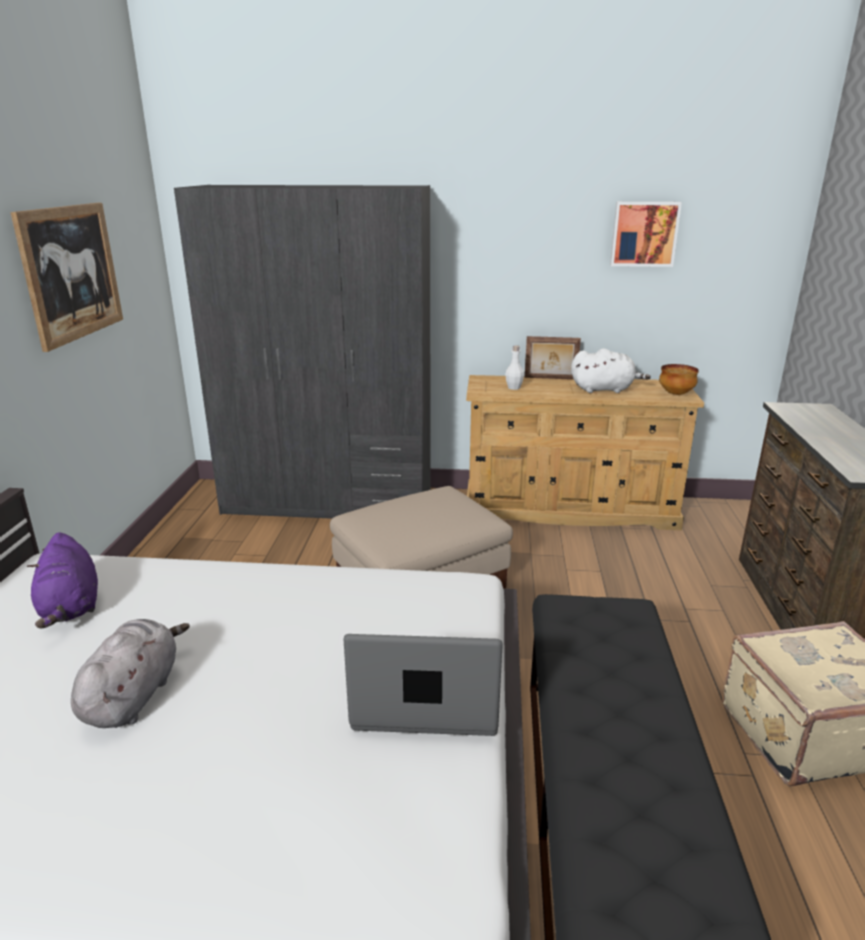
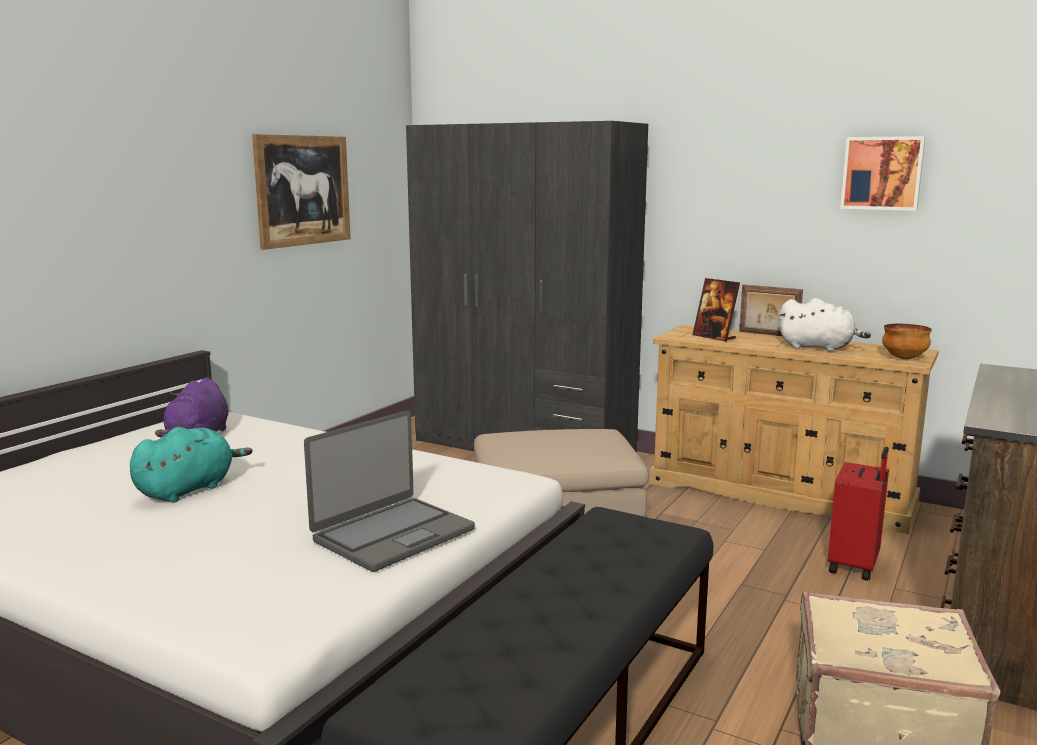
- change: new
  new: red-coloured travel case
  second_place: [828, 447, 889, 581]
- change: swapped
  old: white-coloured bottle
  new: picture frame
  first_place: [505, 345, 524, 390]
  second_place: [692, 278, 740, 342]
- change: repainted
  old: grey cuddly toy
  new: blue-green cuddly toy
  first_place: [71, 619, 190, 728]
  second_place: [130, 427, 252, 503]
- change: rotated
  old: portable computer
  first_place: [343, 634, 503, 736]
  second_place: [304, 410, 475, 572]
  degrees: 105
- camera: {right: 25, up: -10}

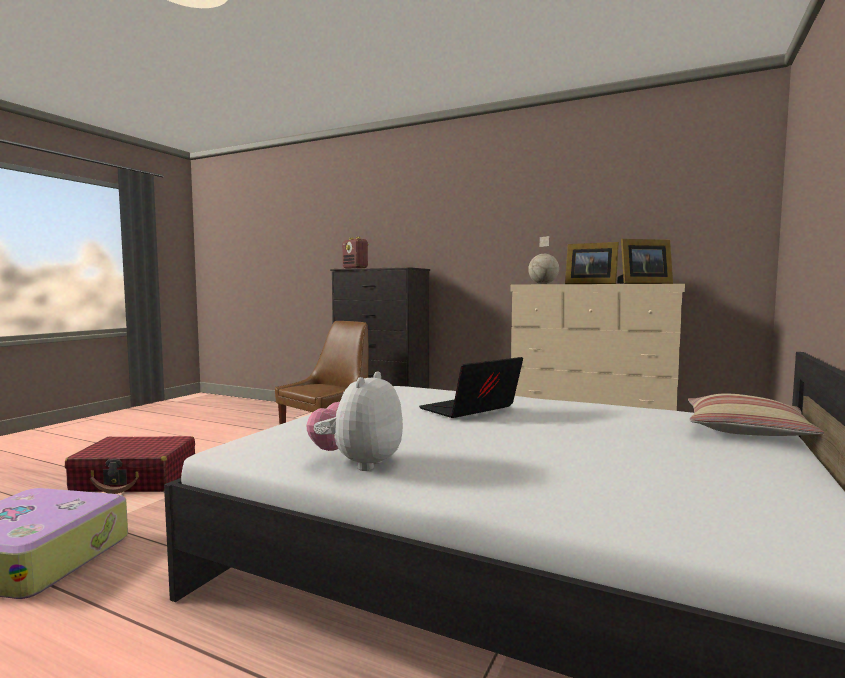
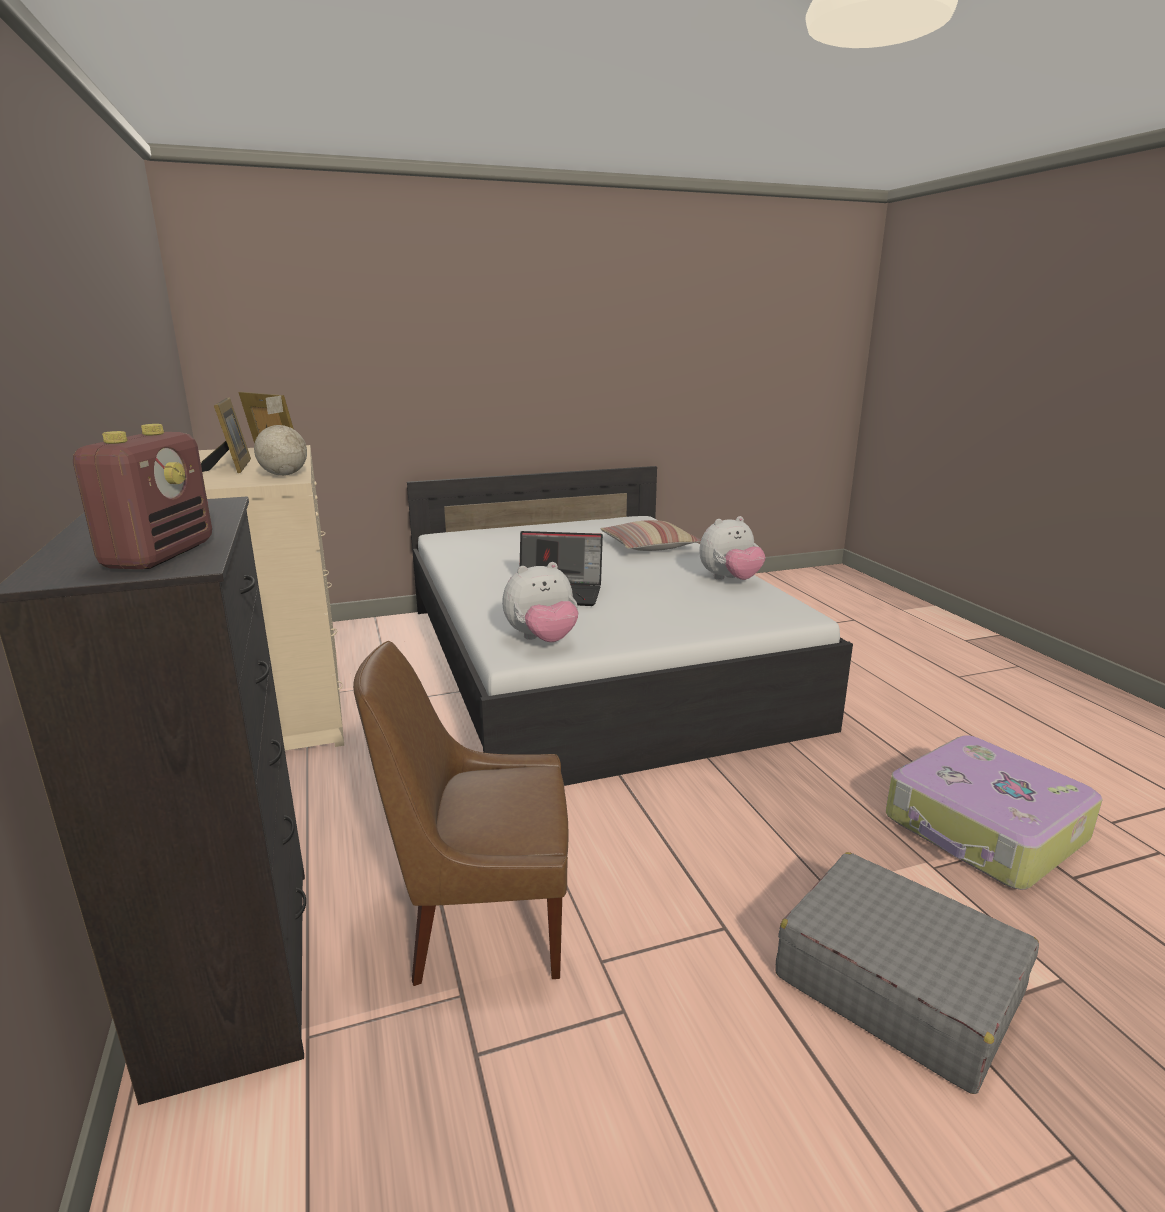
- change: new
  new: cuddly toy
  second_place: [502, 562, 578, 642]
- change: shifted
  old: pillow
  first_place: [688, 394, 824, 436]
  second_place: [600, 520, 701, 551]
- change: repainted
  old: red-coloured travel case
  new: grey travel case
  first_place: [65, 436, 195, 494]
  second_place: [775, 852, 1039, 1094]
- camera: {right: -135, up: 15}

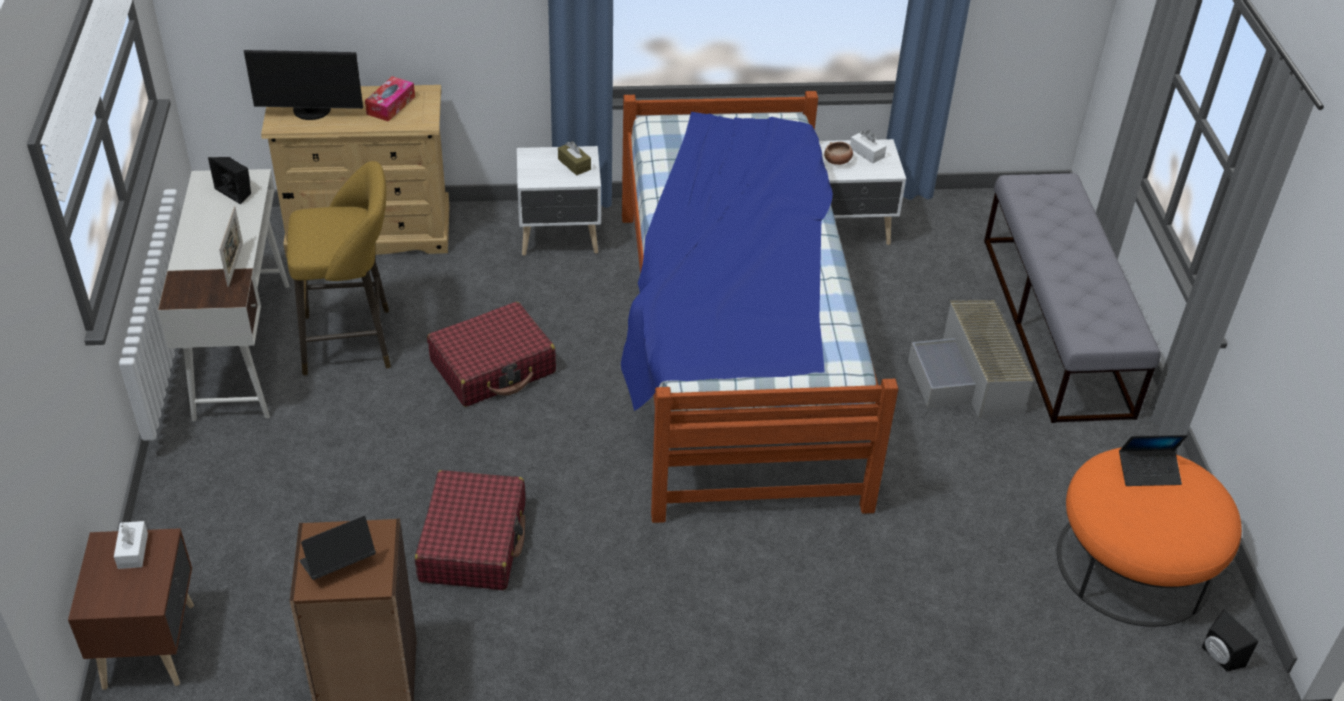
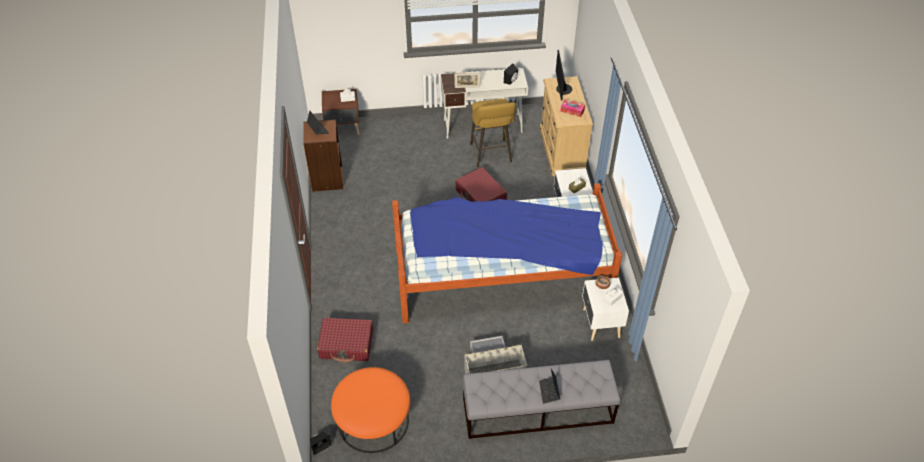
- change: shifted
  old: red-coloured travel case
  first_place: [415, 470, 525, 590]
  second_place: [317, 318, 373, 363]
- change: shifted
  old: portable computer
  first_place: [1119, 435, 1188, 486]
  second_place: [539, 369, 560, 404]
- camera: {right: 90, up: 5}

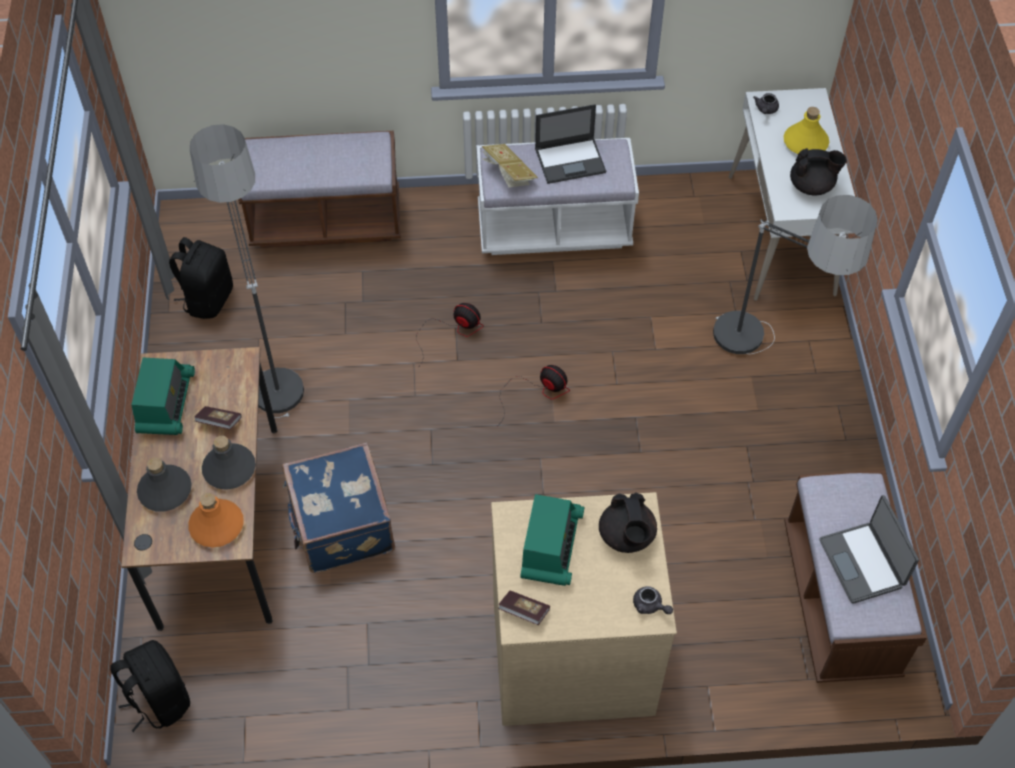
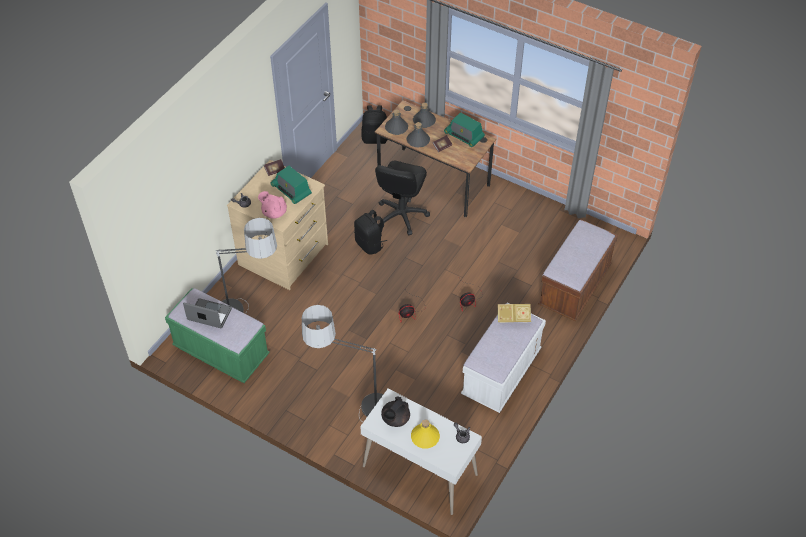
- change: gone
  old: portable computer
  first_place: [535, 104, 606, 184]
- change: shifted
  old: black knapsack
  first_place: [169, 237, 233, 319]
  second_place: [354, 210, 387, 254]
- change: shifted
  old: standing lamp
  first_place: [190, 124, 304, 418]
  second_place: [215, 218, 277, 314]
- change: swapped
  old: blue travel case
  new: black computer chair
  first_place: [282, 442, 395, 573]
  second_place: [375, 161, 430, 235]
- change: repainted
  old: orangey bottle
  new: grey bottle
  first_place: [188, 493, 244, 548]
  second_place: [385, 110, 408, 135]
- change: repainted
  old: black teapot
  new: pink-coloured teapot
  first_place: [599, 492, 657, 553]
  second_place: [258, 191, 287, 219]
- change: repainted
  old: brown indoor bench
  new: green indoor bench
  first_place: [784, 470, 927, 683]
  second_place: [165, 288, 270, 383]
- camera: {right: 125, up: -5}

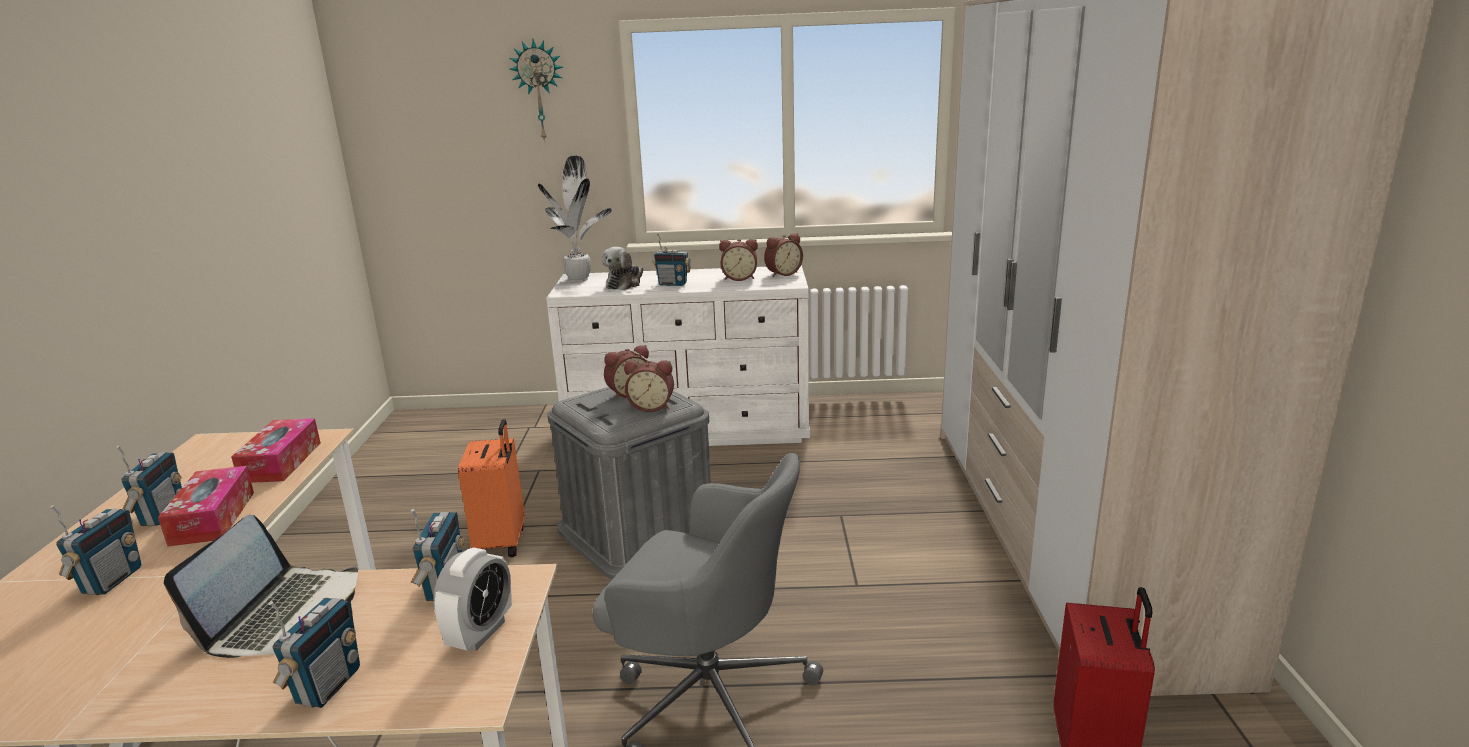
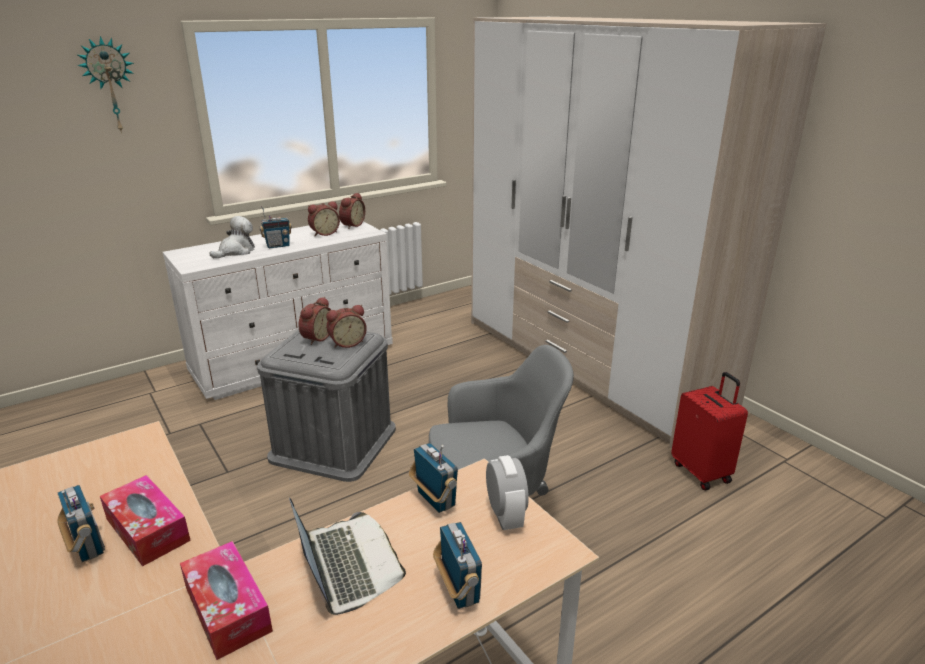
- change: gone
  old: radio set
  first_place: [50, 505, 141, 595]
- change: gone
  old: orangey travel case
  first_place: [458, 419, 525, 557]
- change: gone
  old: houseplant
  first_place: [538, 155, 612, 282]
- change: shifted
  old: tissue holder
  first_place: [231, 418, 321, 483]
  second_place: [180, 541, 273, 660]
- change: rotated
  old: cuddly toy
  first_place: [602, 247, 643, 290]
  second_place: [210, 216, 255, 258]
  degrees: -135
- camera: {right: -35, up: 5}

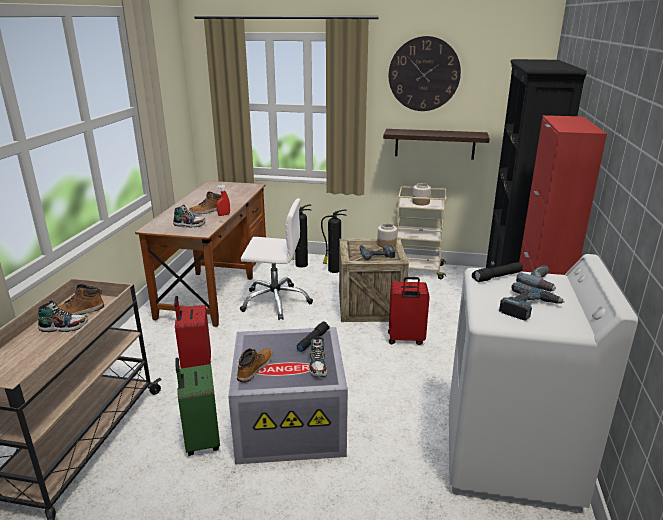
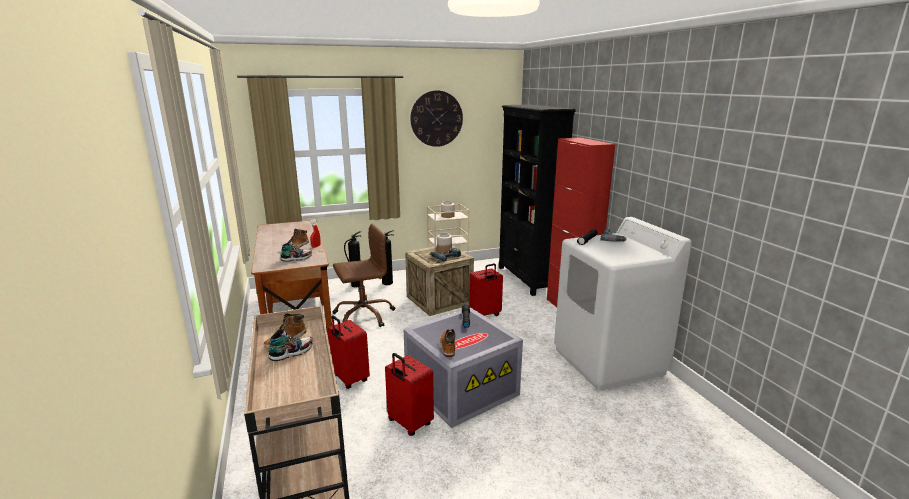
- change: gone
  old: item of footwear
  first_place: [309, 337, 327, 377]
- change: gone
  old: wall shelf
  first_place: [383, 129, 490, 160]
- change: gone
  old: electric drill
  first_place: [499, 283, 565, 320]
- change: repainted
  old: green travel case
  new: red-coloured travel case
  first_place: [176, 357, 220, 456]
  second_place: [385, 353, 434, 436]
- change: repainted
  old: white-coloured computer chair
  new: brown computer chair
  first_place: [240, 198, 313, 320]
  second_place: [332, 224, 395, 327]
- camera: {right: -30, up: -5}

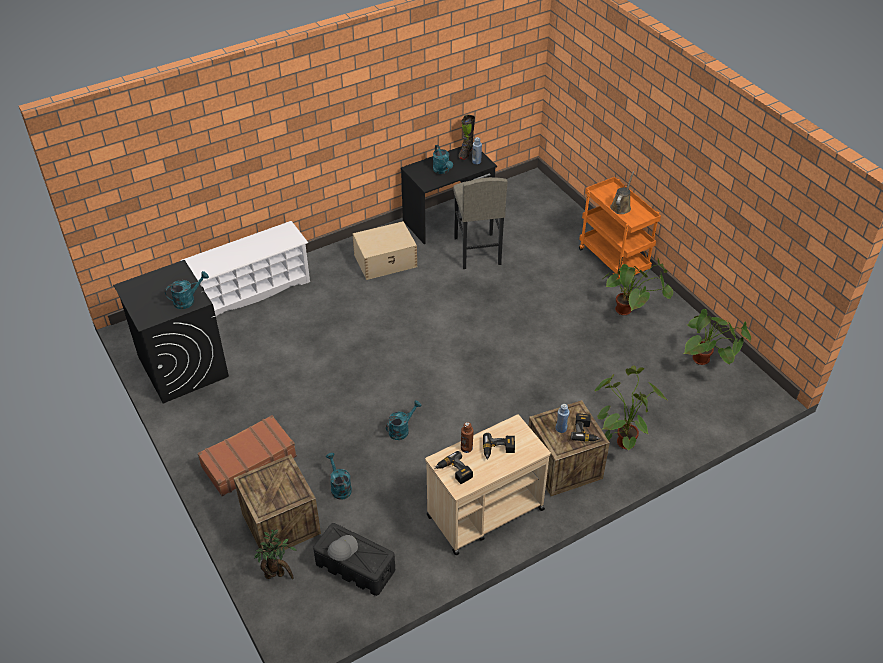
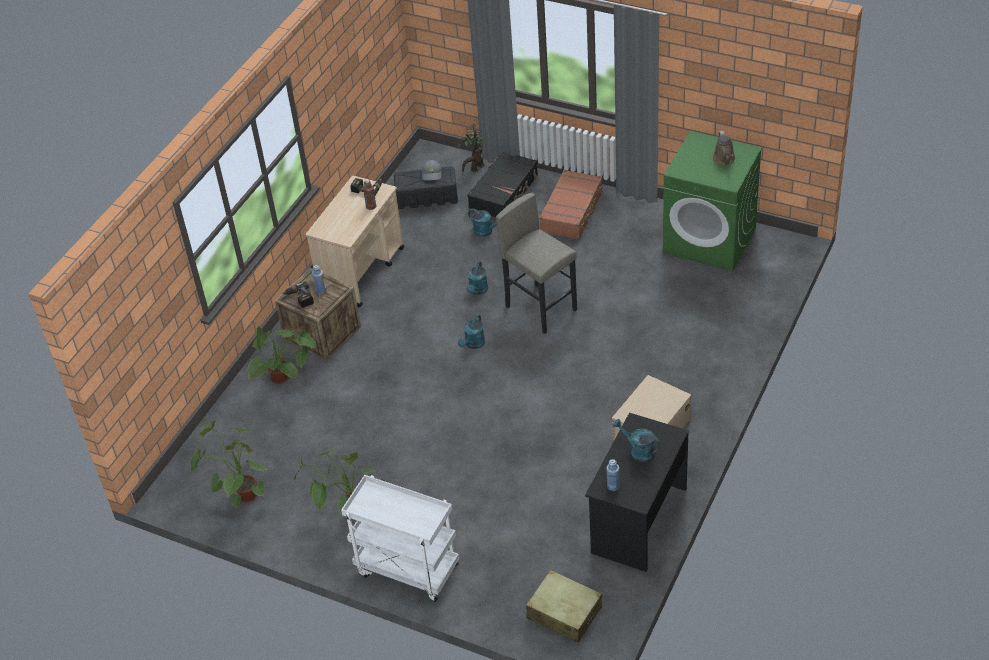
- change: gone
  old: white-coloured shoe rack
  first_place: [180, 221, 310, 317]
- change: gone
  old: black boot
  first_place: [459, 115, 475, 160]
- change: gone
  old: electric drill
  first_place: [483, 433, 515, 460]
- change: new
  new: beige-coloured travel case
  second_place: [526, 570, 602, 643]
- change: shifted
  old: blue-green watering can
  first_place: [165, 271, 209, 309]
  second_place: [458, 315, 485, 349]
- change: shifted
  old: grey stool
  first_place: [453, 177, 508, 269]
  second_place: [496, 193, 577, 334]
- change: shifted
  old: brown watering can
  first_place: [610, 171, 634, 214]
  second_place: [713, 131, 736, 166]
- change: swapped
  old: shipping crate
  new: black travel case
  first_place: [234, 454, 321, 557]
  second_place: [467, 152, 538, 217]
- change: repainted
  old: black laundry appliance
  new: green laundry appliance
  first_place: [113, 260, 229, 403]
  second_place: [663, 131, 762, 271]
- change: repainted
  old: orangey trolley
  new: white-coloured trolley
  first_place: [579, 177, 661, 279]
  second_place: [341, 475, 459, 602]
- camera: {right: 150, up: 0}

